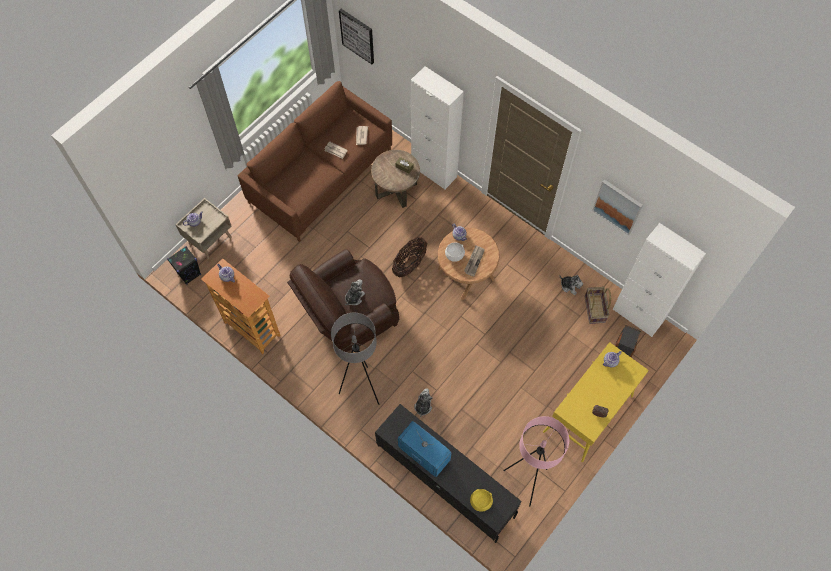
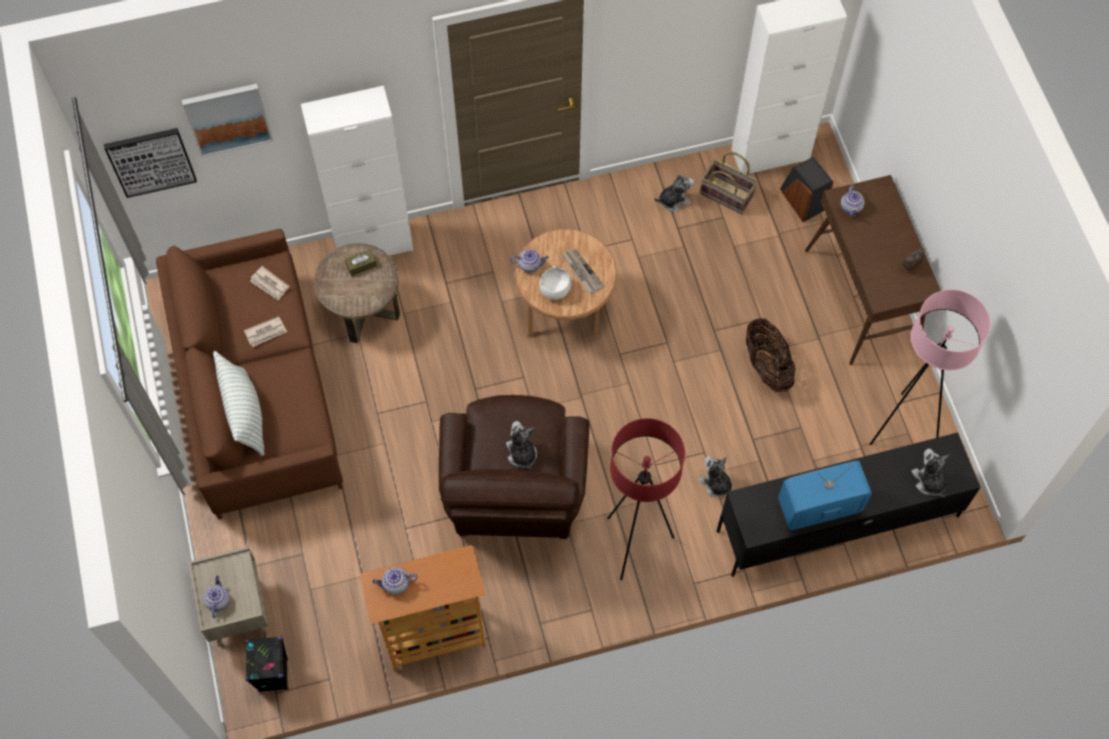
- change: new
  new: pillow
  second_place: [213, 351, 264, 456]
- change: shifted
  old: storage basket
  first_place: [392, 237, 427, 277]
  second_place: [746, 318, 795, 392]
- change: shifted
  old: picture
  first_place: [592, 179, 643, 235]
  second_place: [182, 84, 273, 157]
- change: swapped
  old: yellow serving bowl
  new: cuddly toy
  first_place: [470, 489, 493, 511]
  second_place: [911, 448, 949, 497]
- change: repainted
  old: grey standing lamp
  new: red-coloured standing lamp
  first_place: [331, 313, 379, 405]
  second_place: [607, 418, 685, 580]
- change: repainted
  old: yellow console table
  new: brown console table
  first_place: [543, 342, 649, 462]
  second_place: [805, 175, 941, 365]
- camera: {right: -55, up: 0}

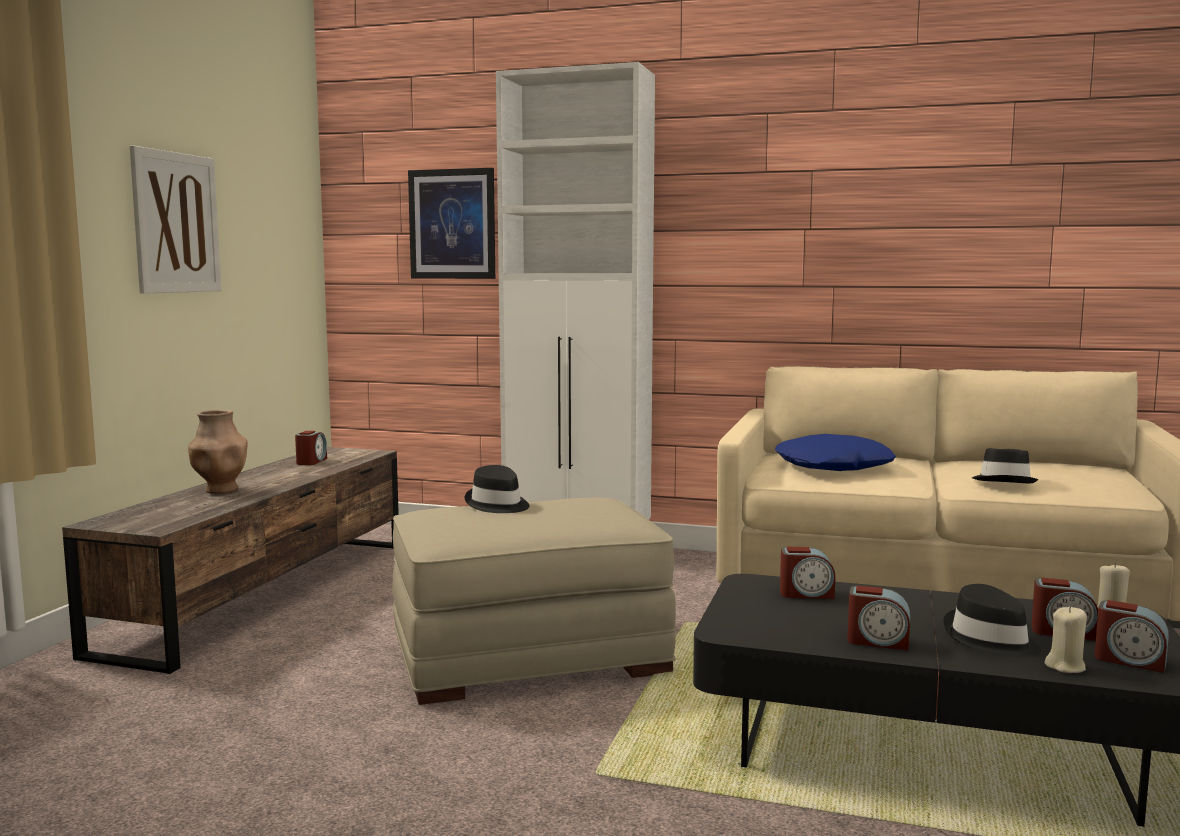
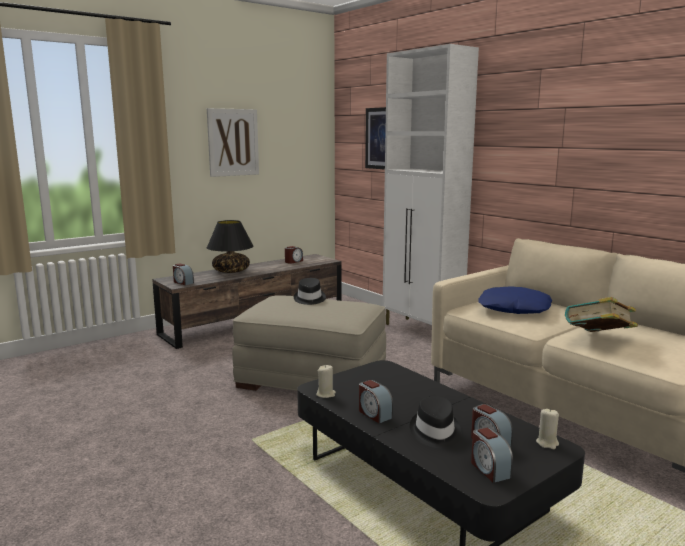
- change: shifted
  old: table clock
  first_place: [780, 547, 836, 599]
  second_place: [173, 263, 194, 285]
- change: shifted
  old: beige-coloured wax candle
  first_place: [1045, 606, 1087, 673]
  second_place: [316, 365, 336, 398]
- change: swapped
  old: brown flower vase
  new: black tabletop lamp
  first_place: [188, 410, 248, 494]
  second_place: [207, 220, 254, 273]
- change: swapped
  old: black clothing hat
  new: book
  first_place: [972, 448, 1038, 483]
  second_place: [565, 297, 638, 332]
- camera: {right: 35, up: 5}

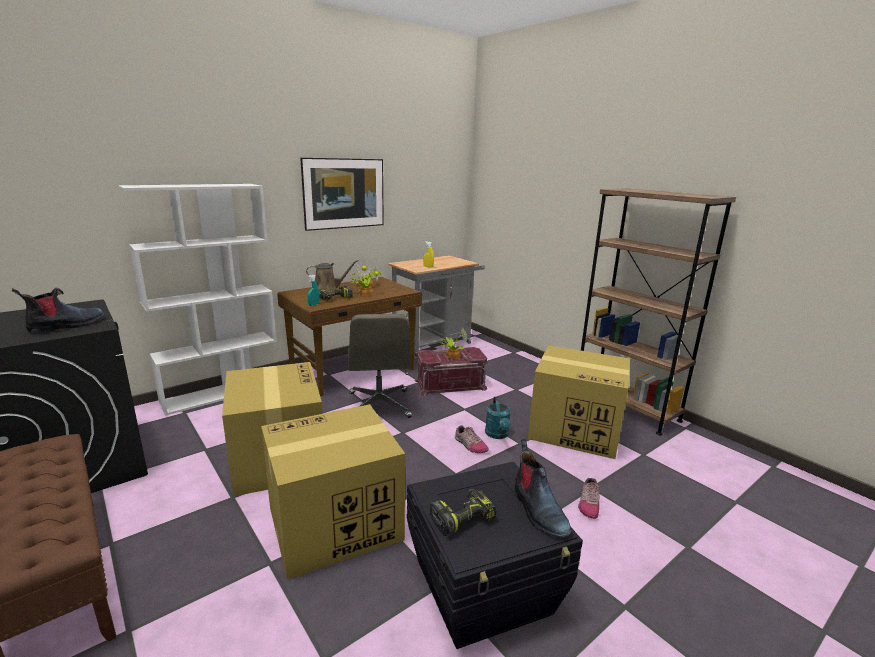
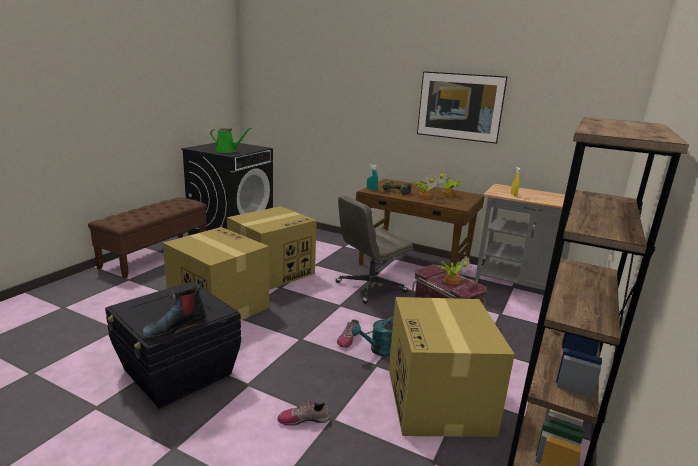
- change: gone
  old: white-coloured bookshelf
  first_place: [118, 184, 277, 416]
- change: gone
  old: brown watering can
  first_place: [306, 260, 359, 292]
- change: gone
  old: electric drill
  first_place: [430, 489, 496, 536]
- change: swapped
  old: boot
  new: green watering can
  first_place: [12, 288, 104, 333]
  second_place: [210, 128, 251, 153]
- camera: {right: 65, up: 0}

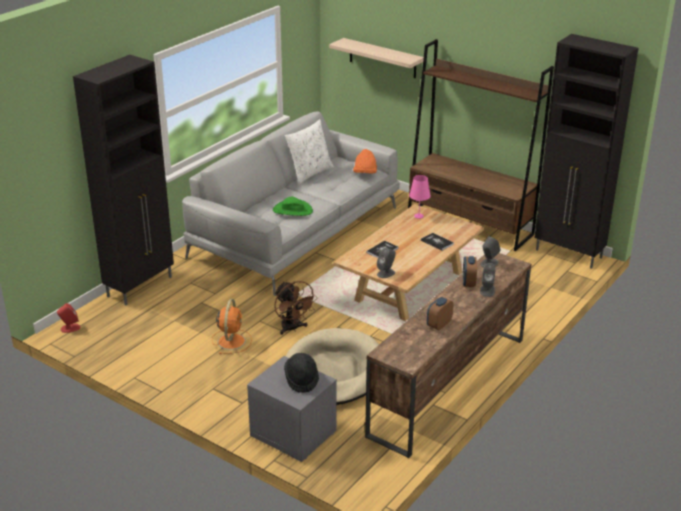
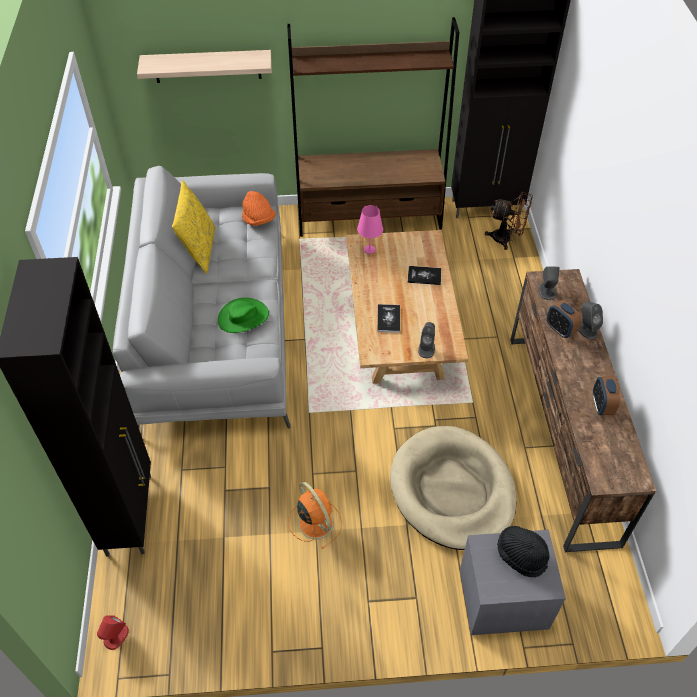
- change: shifted
  old: brown cooling fan
  first_place: [274, 281, 318, 335]
  second_place: [485, 192, 533, 250]
- change: repainted
  old: white-coloured pillow
  new: yellow pillow
  first_place: [285, 119, 334, 184]
  second_place: [172, 180, 215, 274]
- camera: {right: -40, up: 20}

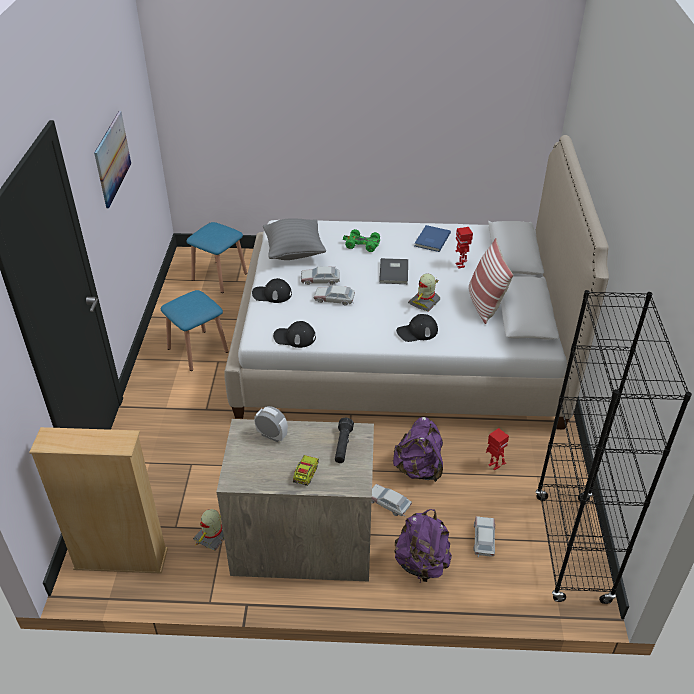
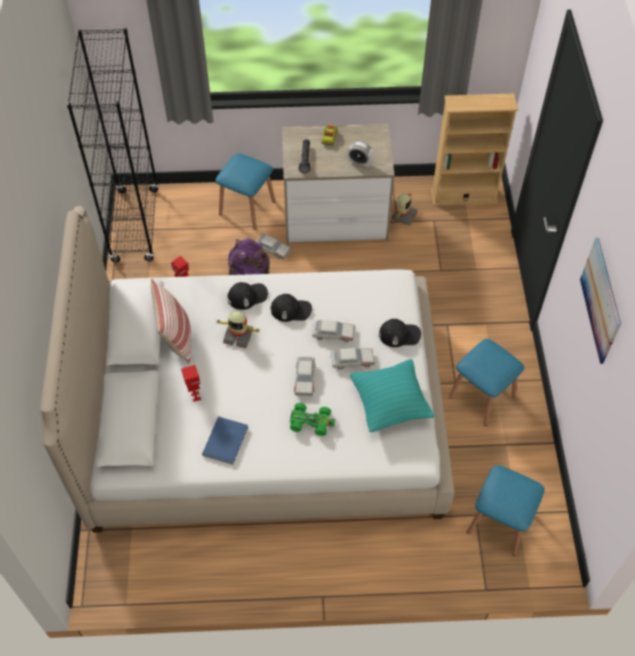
- change: gone
  old: grey book
  first_place: [379, 258, 408, 284]
- change: shifted
  old: black cap
  first_place: [273, 321, 316, 348]
  second_place: [271, 294, 312, 322]
- change: shifted
  old: toy car
  first_place: [474, 516, 495, 557]
  second_place: [294, 357, 315, 396]
- change: swapped
  old: purple-coloured knapsack
  new: blue stool
  first_place: [394, 509, 452, 582]
  second_place: [215, 153, 275, 230]
- change: repainted
  old: grey pillow
  new: blue-green pillow
  first_place: [263, 218, 326, 260]
  second_place: [350, 359, 434, 432]
- change: rotated
  old: model robot
  first_place: [408, 274, 441, 312]
  second_place: [215, 311, 260, 348]
  degrees: 75
- camera: {right: 175, up: 15}

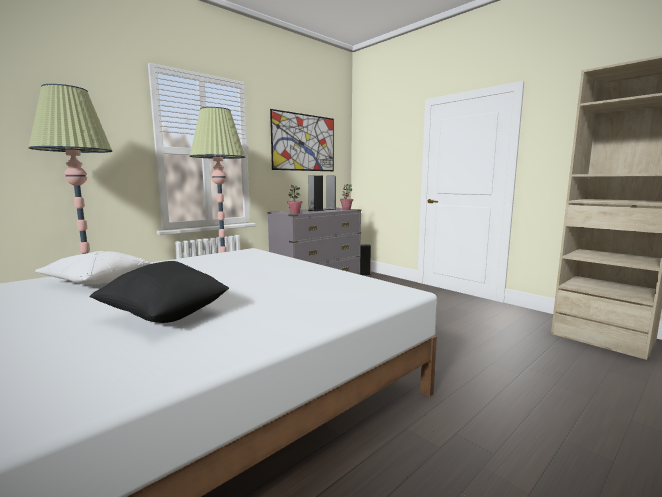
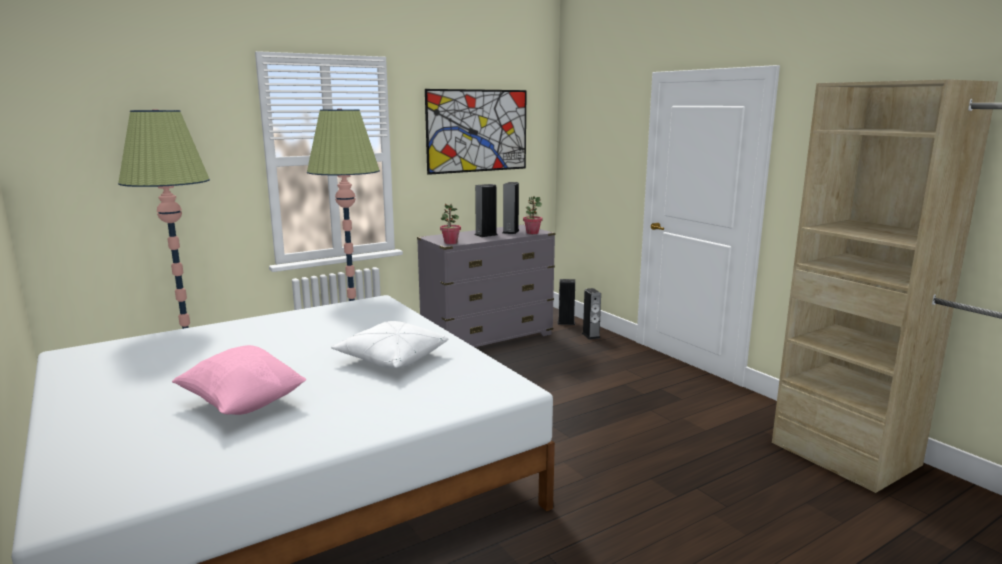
- change: new
  new: speaker
  second_place: [582, 288, 601, 340]
- change: shifted
  old: white-coloured pillow
  first_place: [35, 251, 150, 284]
  second_place: [331, 321, 448, 368]
- change: repainted
  old: black pillow
  new: pink-coloured pillow
  first_place: [89, 261, 229, 323]
  second_place: [172, 345, 306, 415]
- camera: {right: 10, up: 5}

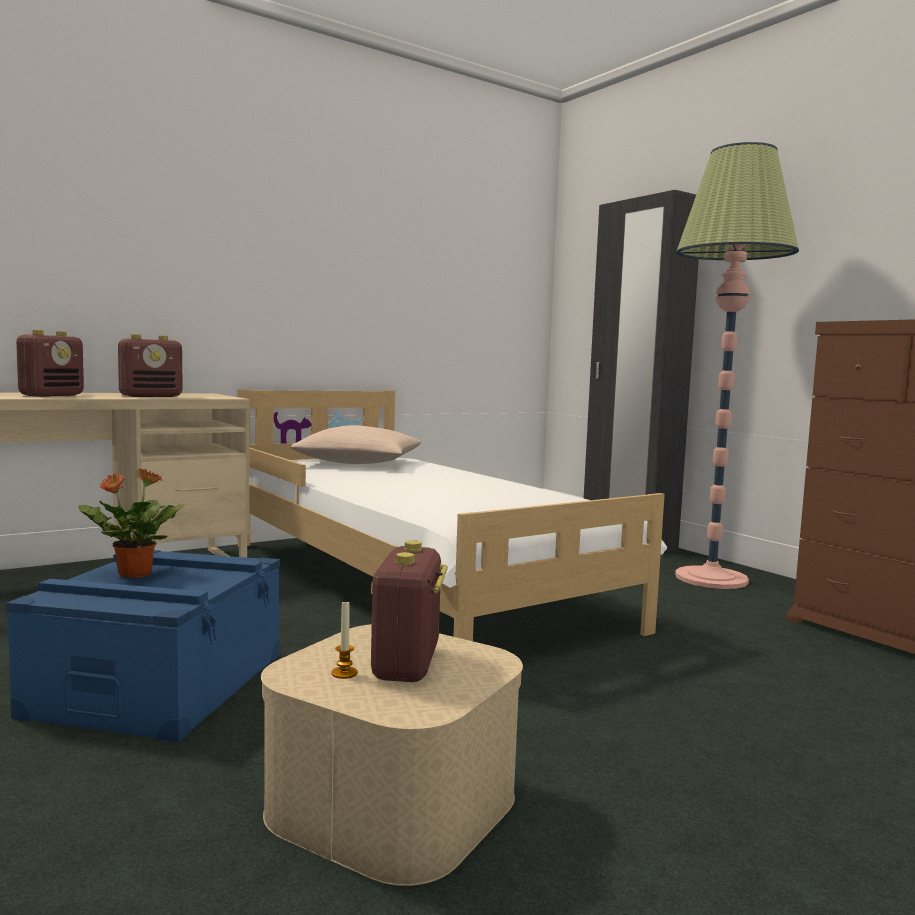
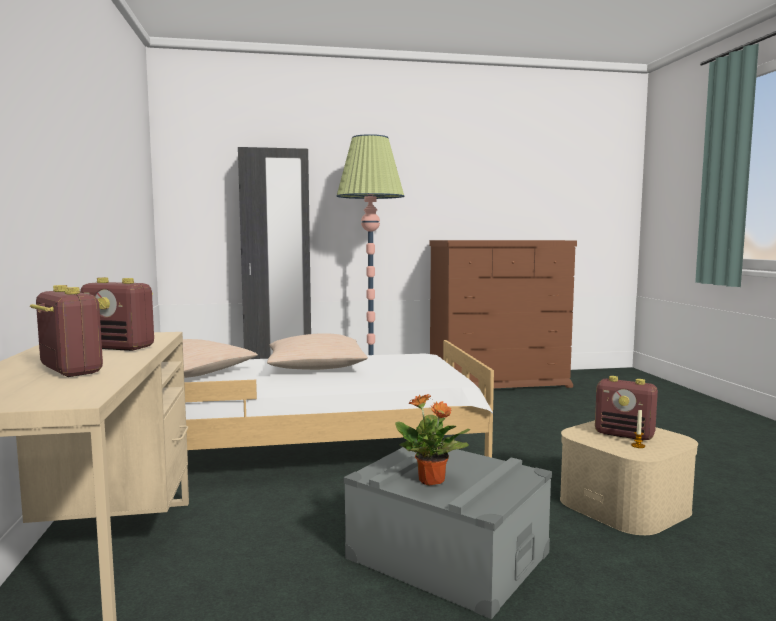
- change: new
  new: beige-coloured pillow
  second_place: [267, 333, 368, 370]
- change: repainted
  old: blue storage bin
  new: grey storage bin
  first_place: [6, 550, 280, 742]
  second_place: [344, 440, 552, 619]
- change: rotated
  old: radio set
  first_place: [118, 334, 183, 397]
  second_place: [80, 277, 154, 351]
  degrees: 120
- camera: {right: -65, up: 0}

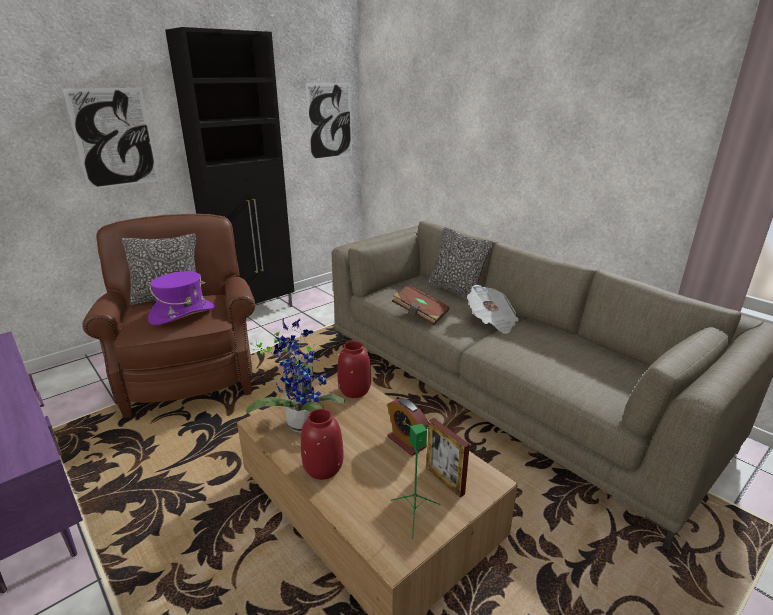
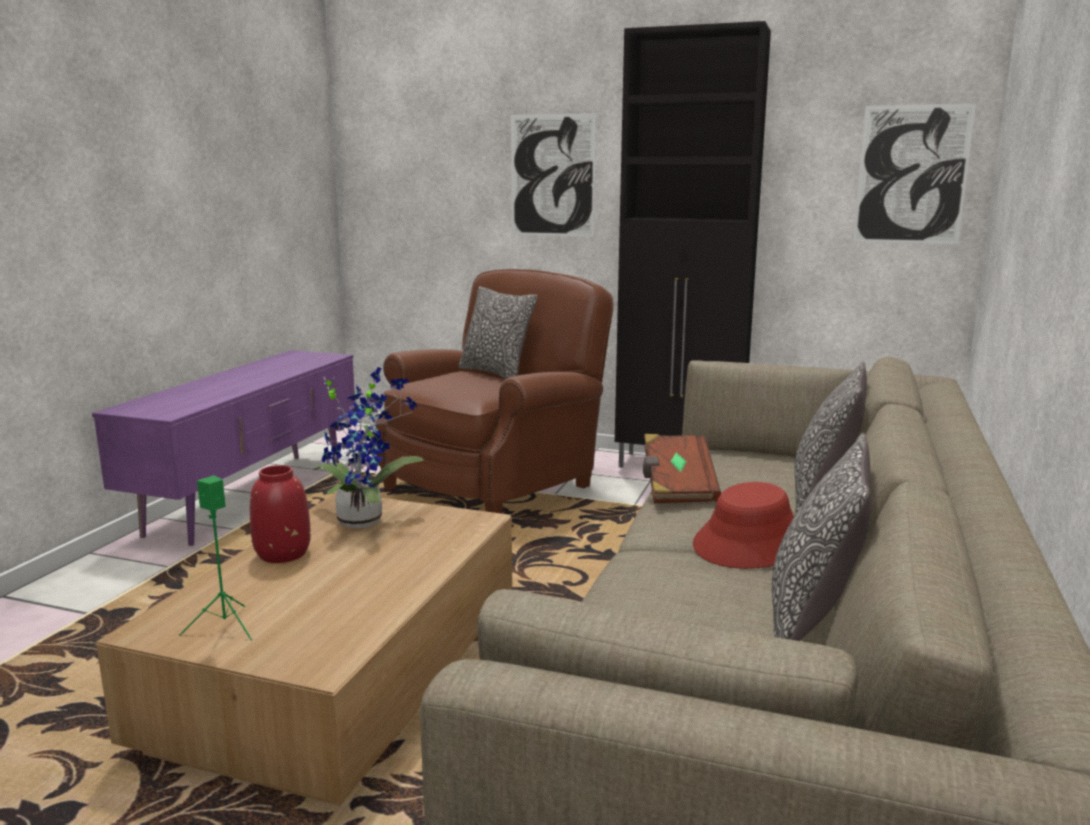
- change: gone
  old: purple-coloured clothing hat
  first_place: [148, 271, 215, 325]
- change: gone
  old: red-coloured flower vase
  first_place: [337, 341, 371, 398]
- change: gone
  old: table clock
  first_place: [387, 398, 429, 456]
- change: gone
  old: picture frame
  first_place: [427, 418, 470, 497]
- change: new
  new: pillow
  second_place: [772, 433, 871, 641]
- change: swapped
  old: daily paper
  new: red-coloured clothing hat
  first_place: [467, 285, 519, 334]
  second_place: [693, 482, 794, 569]
- camera: {right: 60, up: -10}

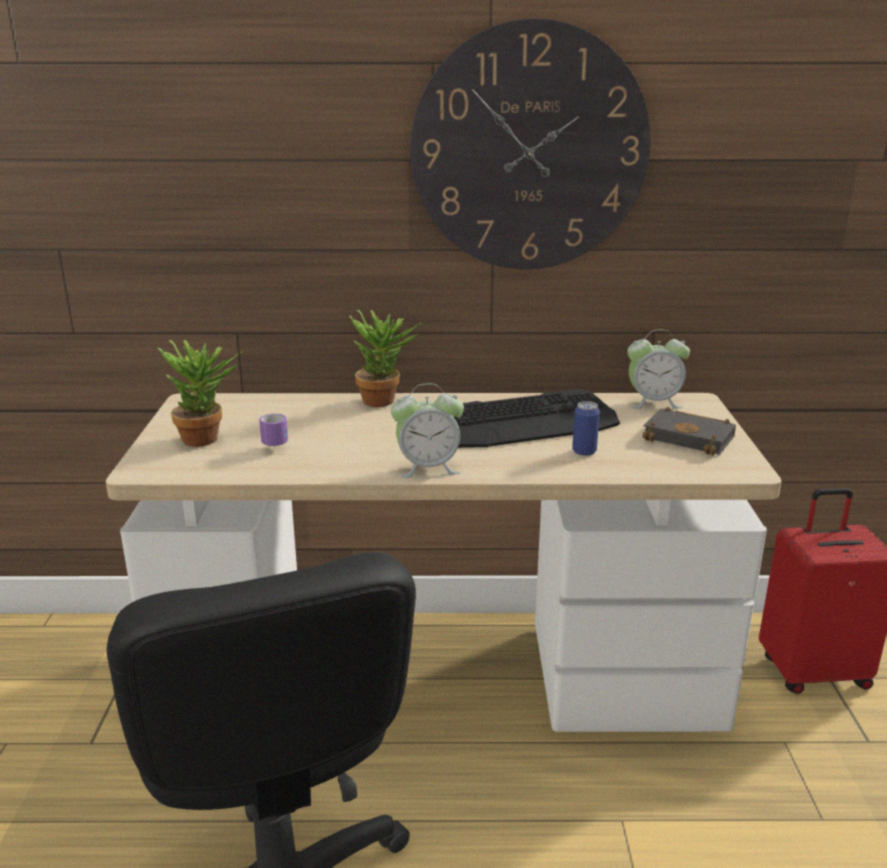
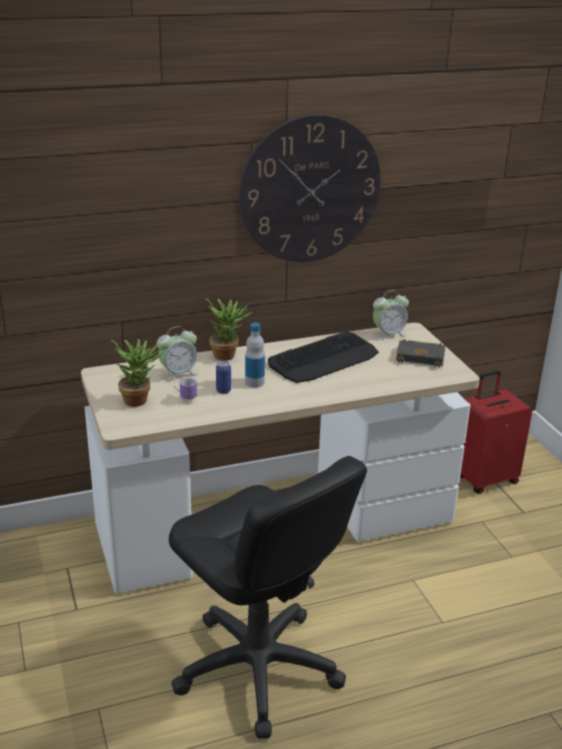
- change: new
  new: bottle
  second_place: [245, 323, 265, 387]
- change: shifted
  old: table clock
  first_place: [391, 384, 464, 478]
  second_place: [157, 326, 198, 382]
- change: shifted
  old: metal can
  first_place: [572, 401, 600, 456]
  second_place: [216, 360, 231, 394]
- camera: {right: -20, up: 5}

